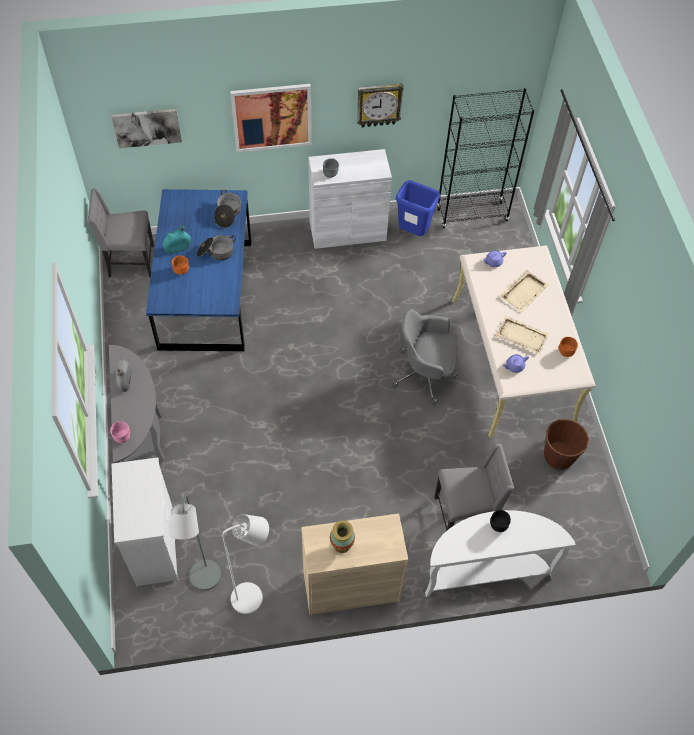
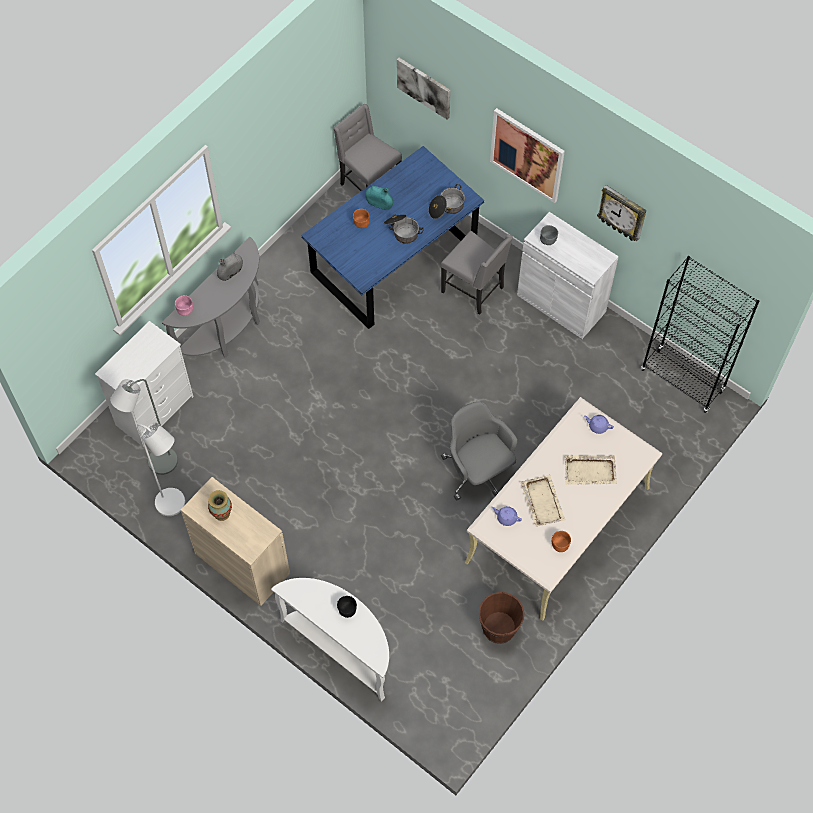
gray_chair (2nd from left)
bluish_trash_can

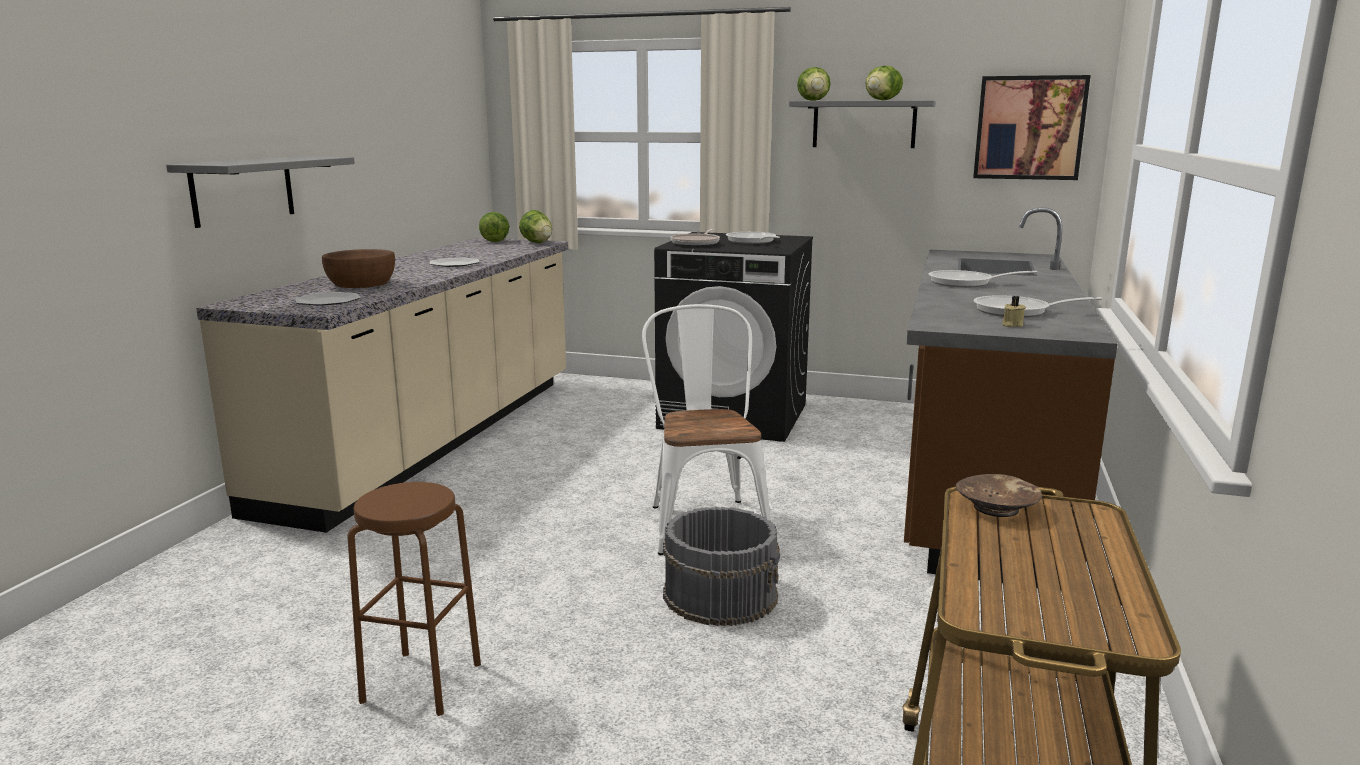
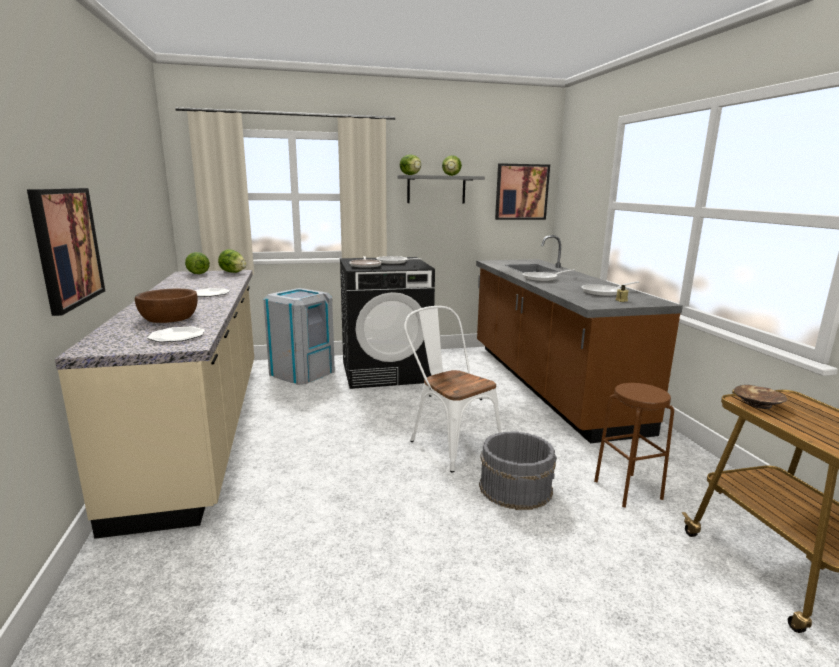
wall_picture (1st from left)
gray_trash_can
brown_stool_seat

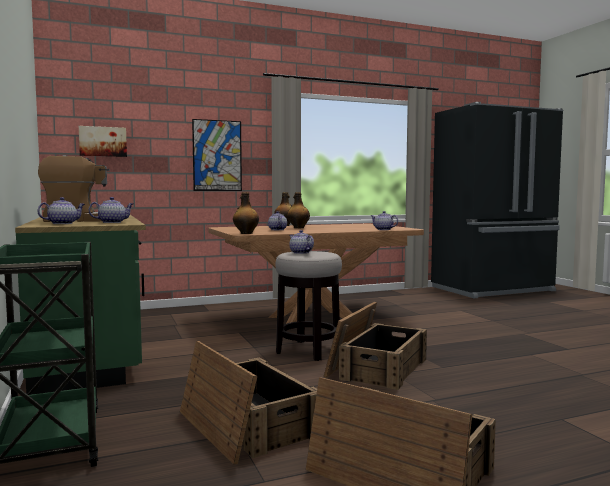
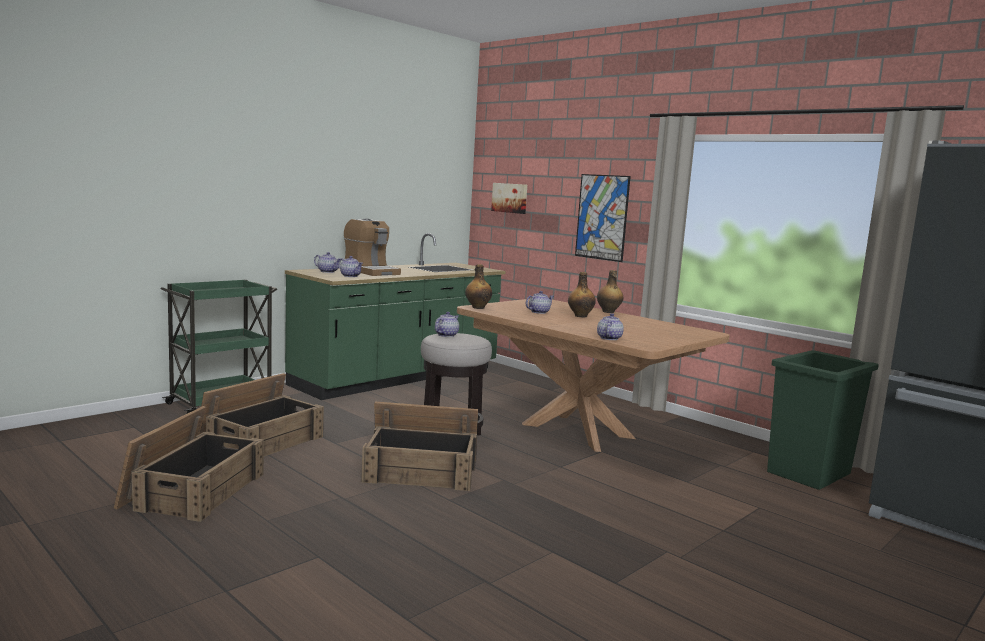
green-coloured_trash_can

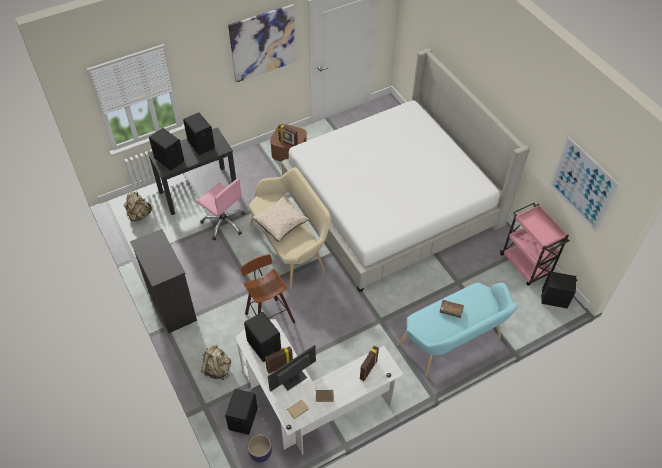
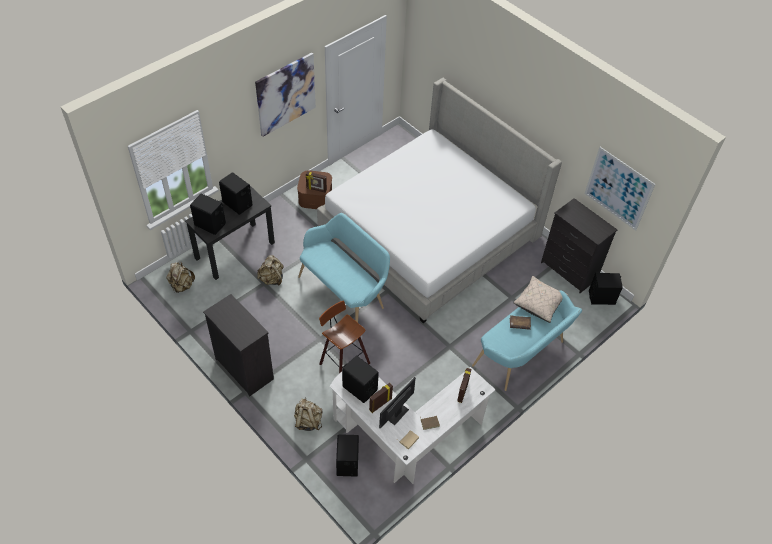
sand-coloured_knapsack (2nd from left)
blue-green_indoor_bench (1st from left)
sand-coloured_cushion
black_drawer_chest (2nd from left)
plant_pot

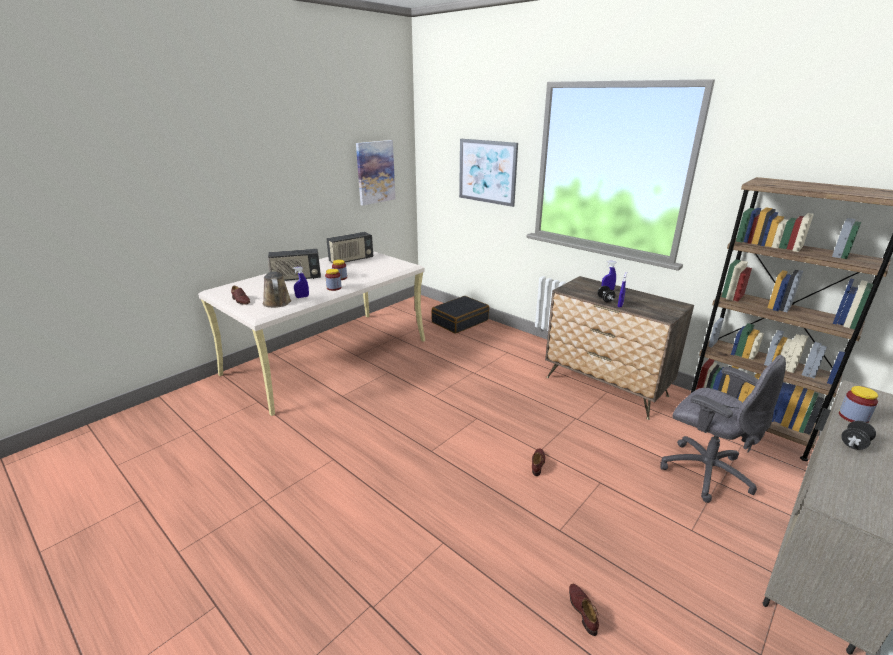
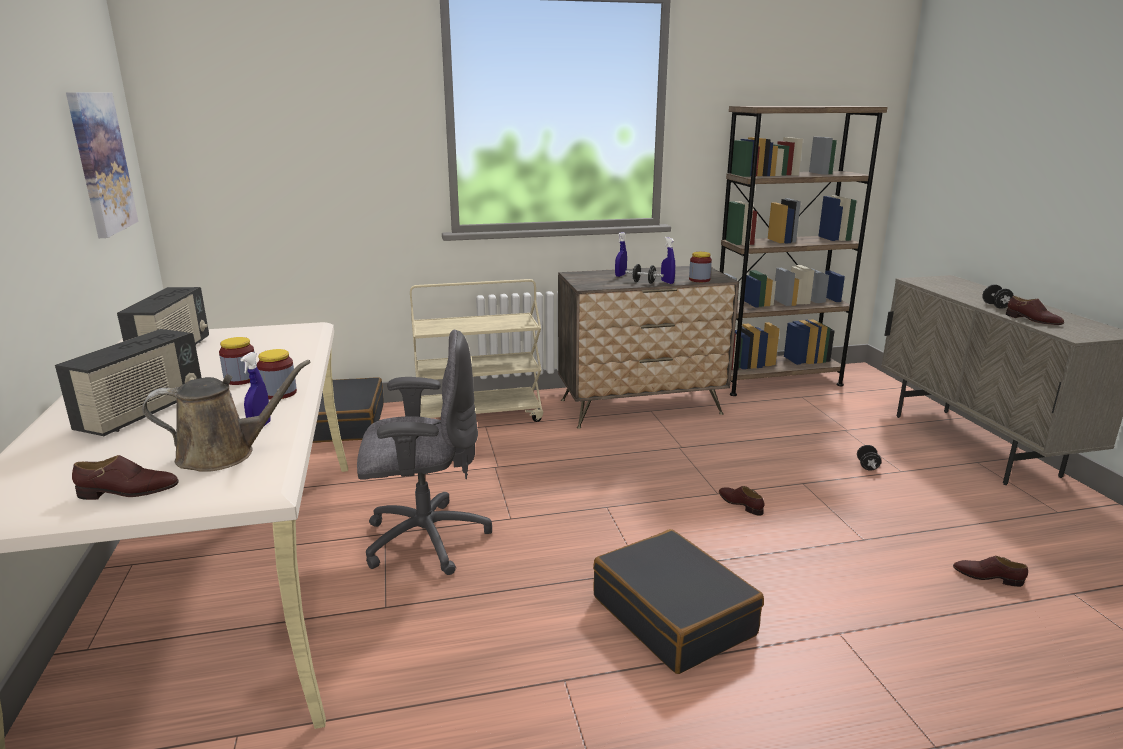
brown_sprinkling_can
gray_office_chair
sand-coloured_trolley
black_travel_case (2nd from left)
storage_jar (3rd from left)
black_free_weight (2nd from left)
brown_item_of_footwear (4th from left)
wall_picture (2nd from left in the first image)

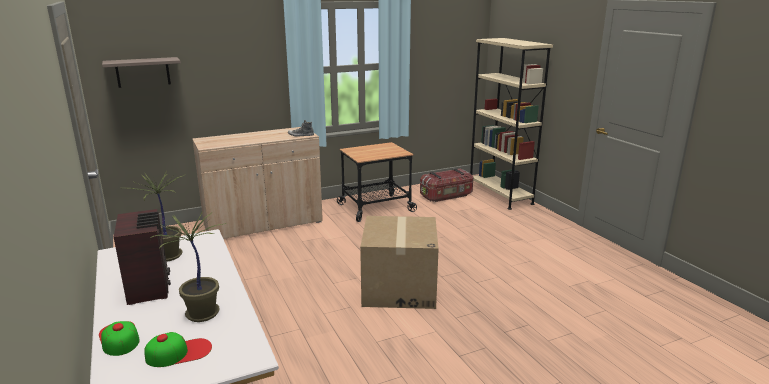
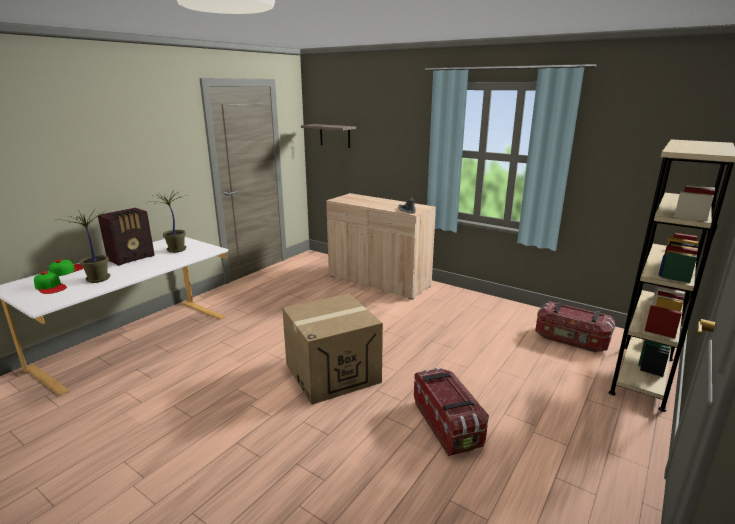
storage_container (1st from left)
trolley

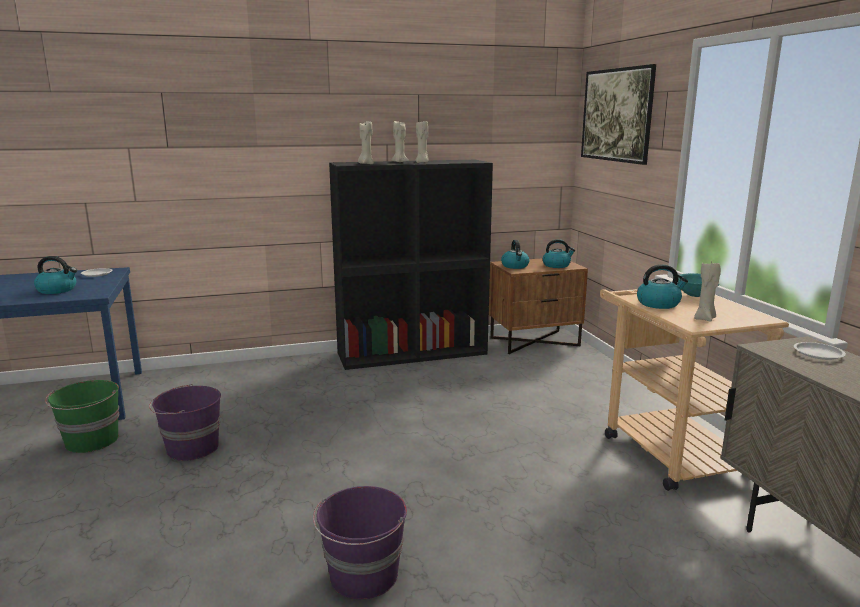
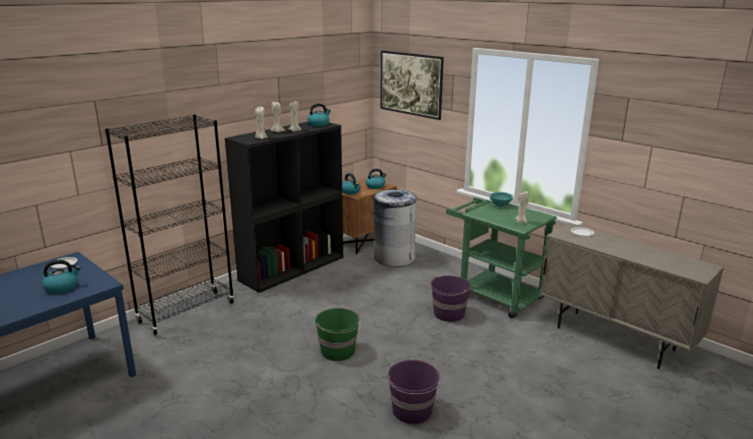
black_shelving_unit (1st from left)
water_kettle (2nd from left)
green-coloured_pail
gray_trash_can
purple_pail (2nd from left)
green-coloured_trolley

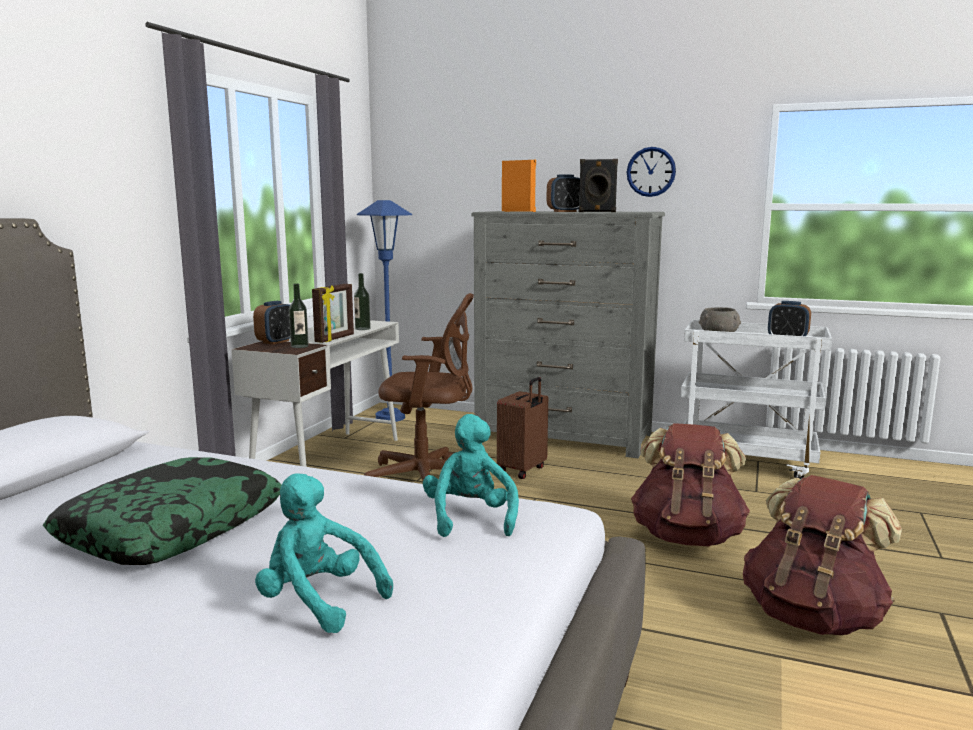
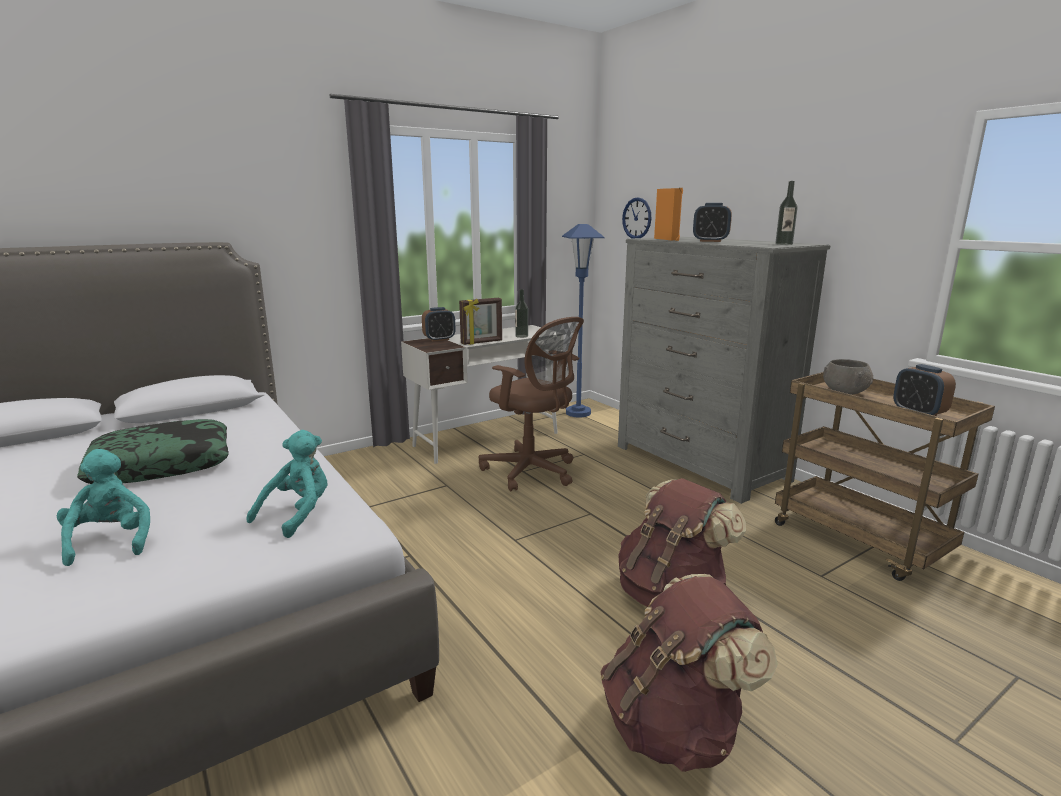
hanging_clock
bottle (2nd from left)
brown_trolley
brown_travel_case
black_loudspeaker

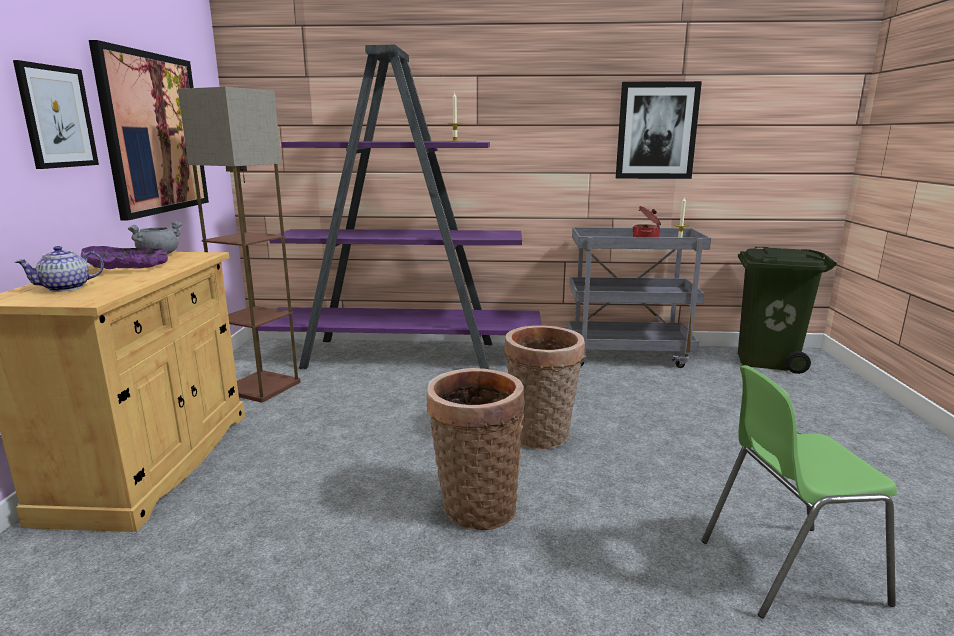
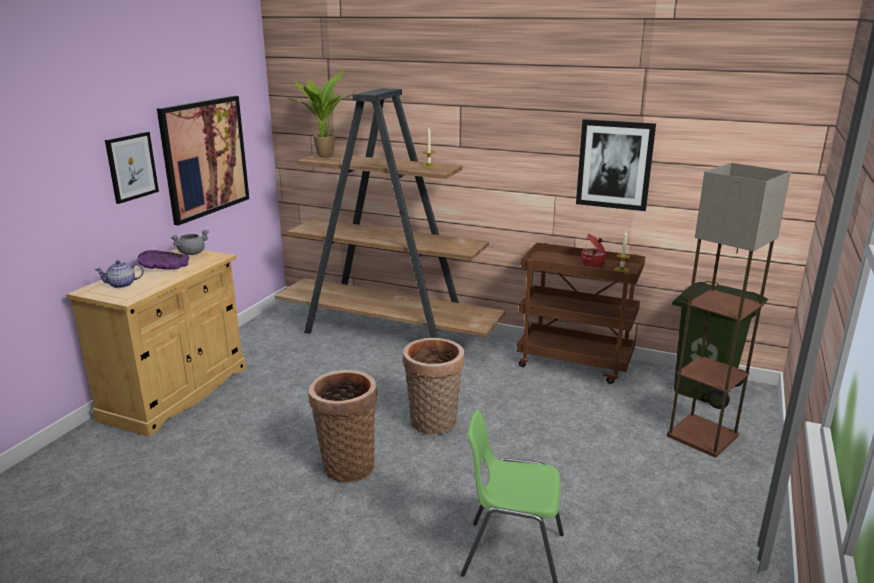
brown_shelving_unit
plant_in_a_pot
brown_trolley
floor_lamp

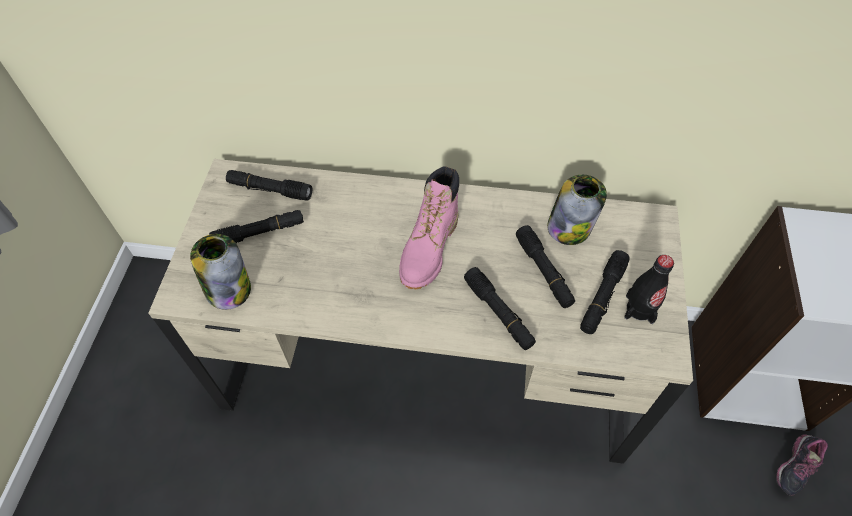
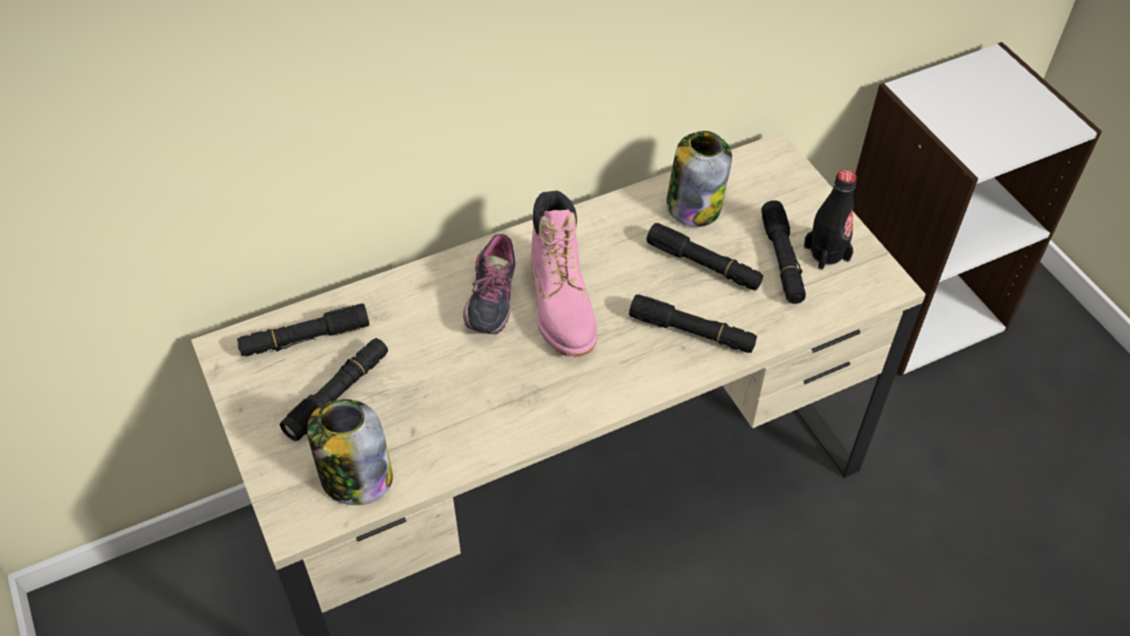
item_of_footwear

